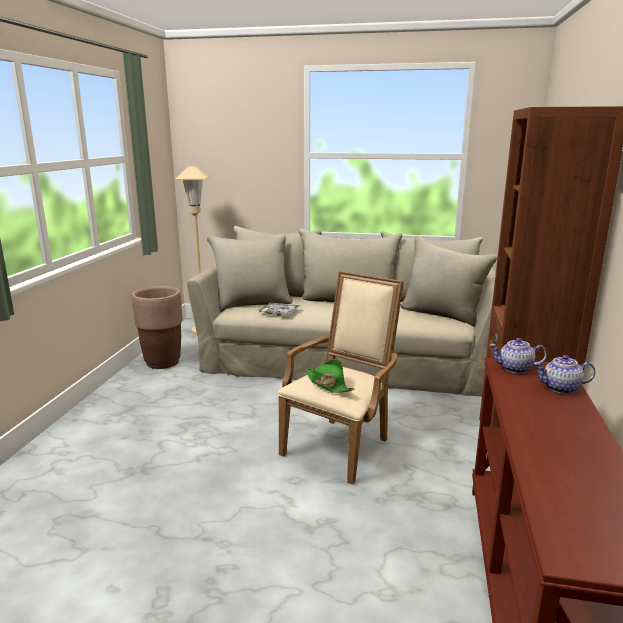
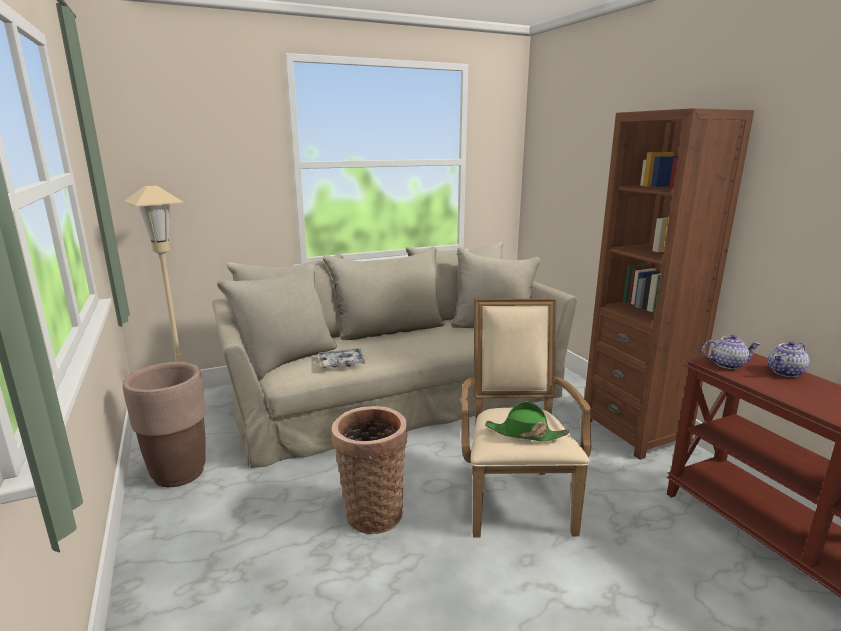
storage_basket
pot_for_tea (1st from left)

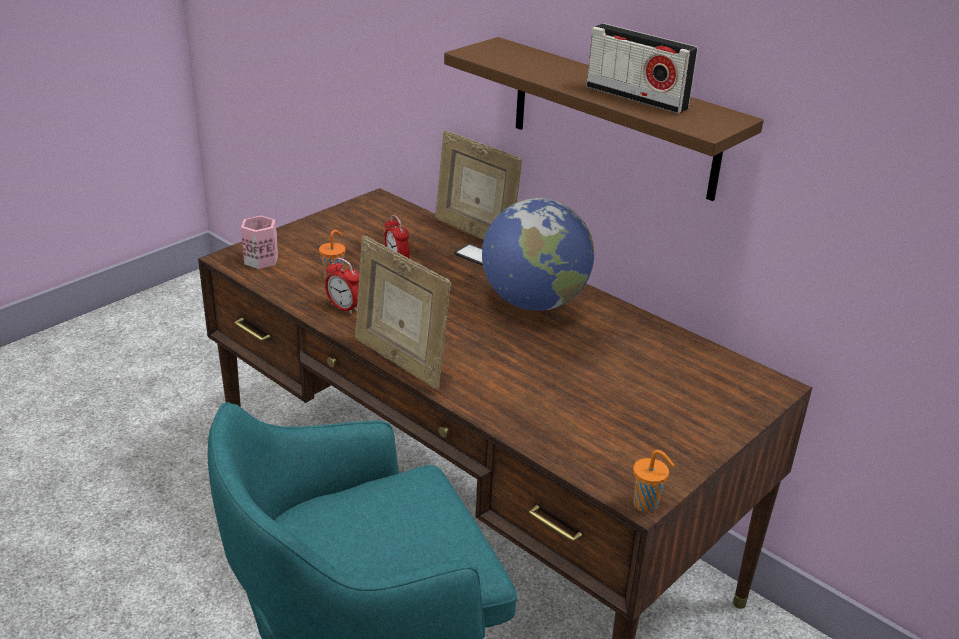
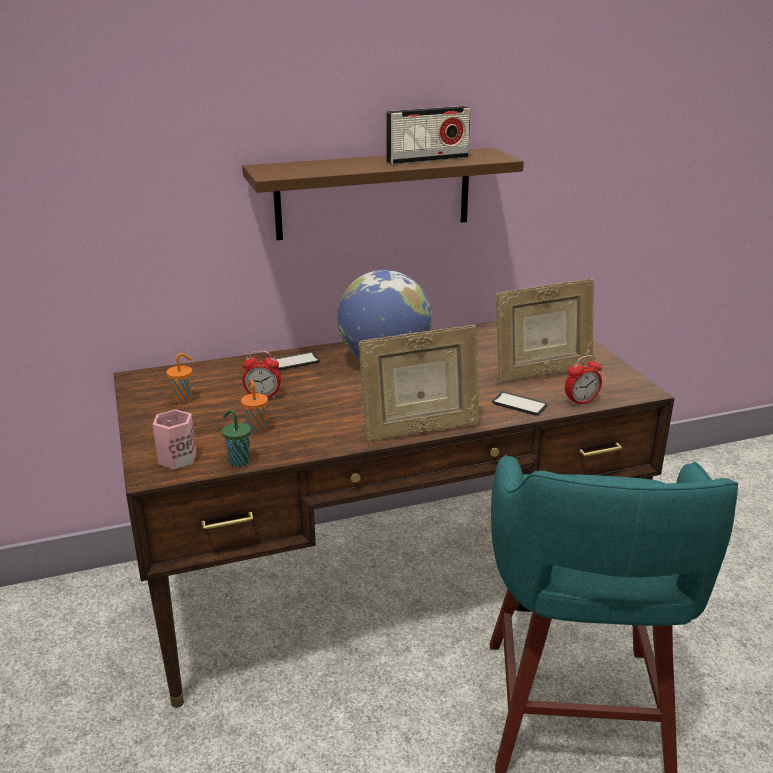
orange_drinking_cup (1st from left)
green-coloured_drinking_cup
phone (2nd from left)
picture_frame (2nd from left)
table_clock (2nd from left)

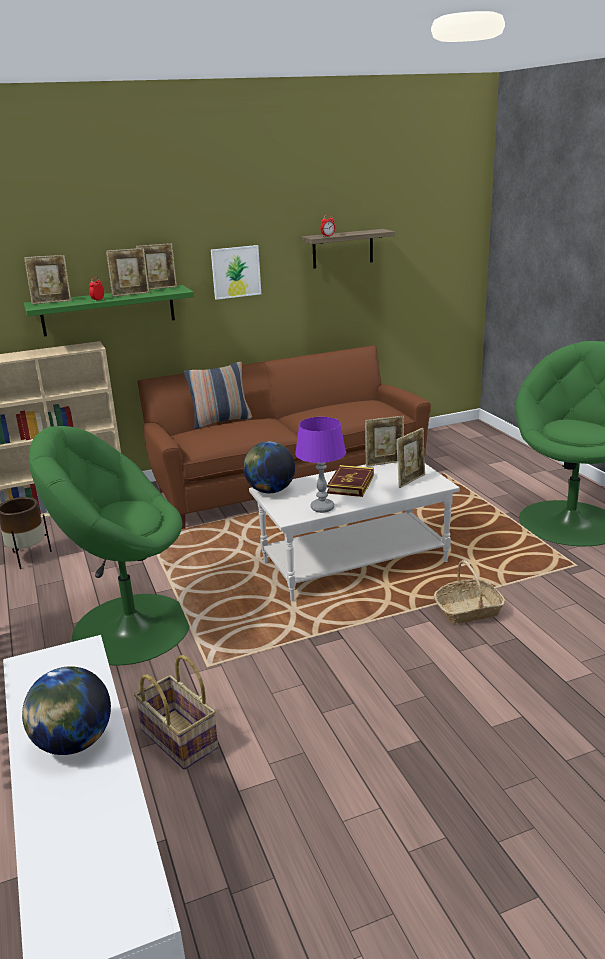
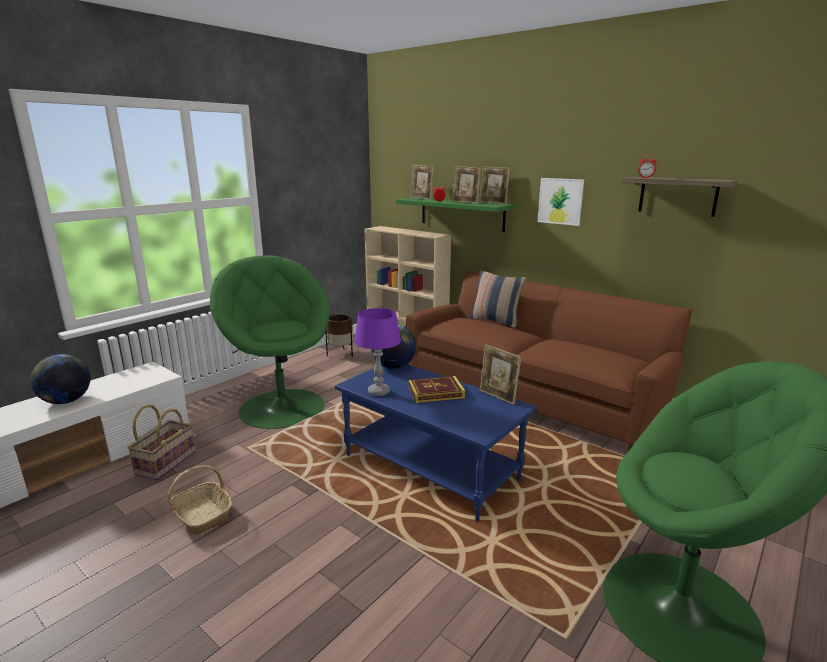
storage_basket (2nd from left)
bluish_low_table
picture_frame (5th from left in the first image)

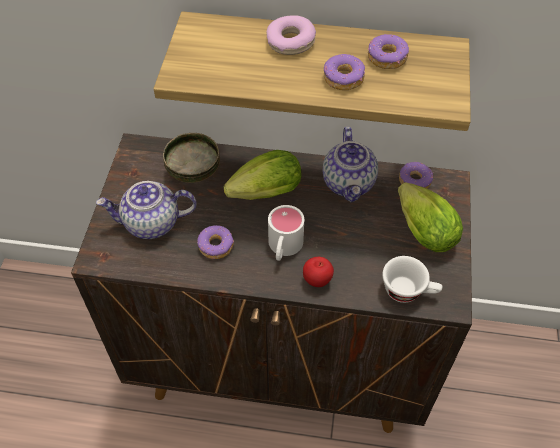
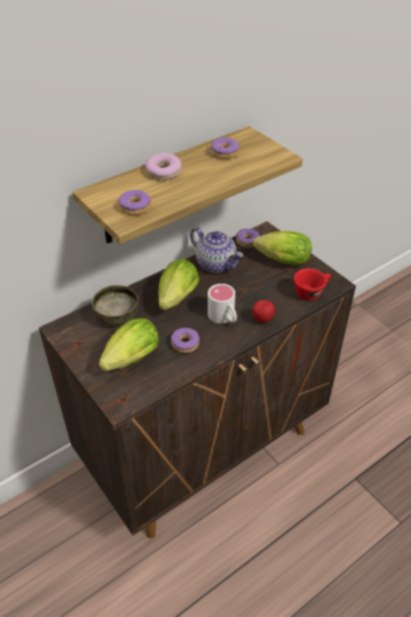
lettuce_head (1st from left)
doughnut (1st from left)
red_drinking_cup

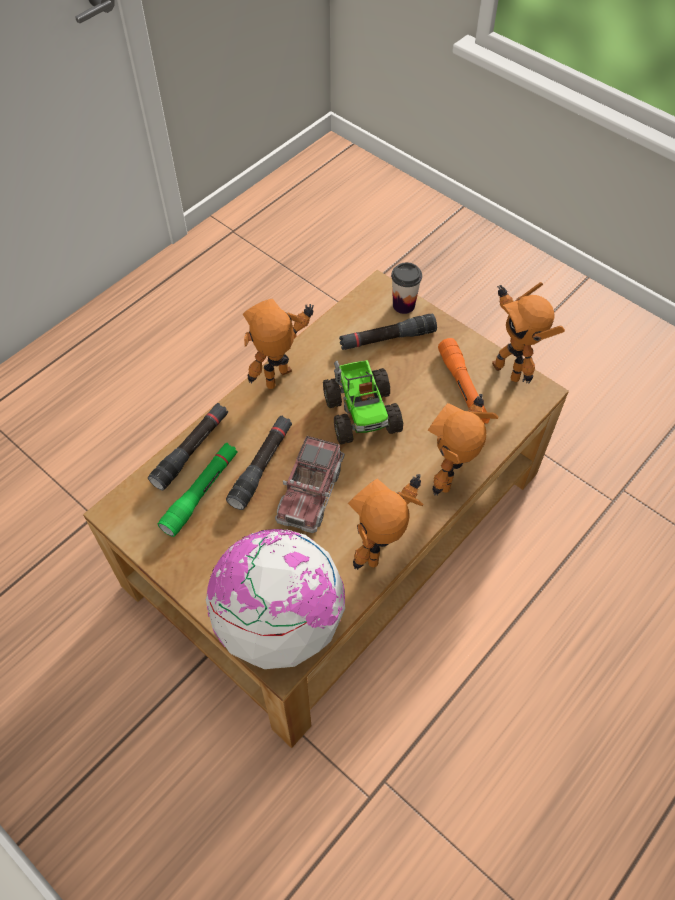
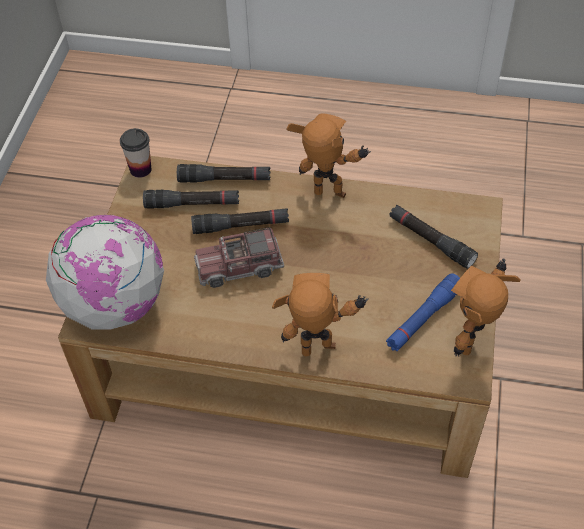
drinking_cup
black_torch (1st from left)
bluish_torch
model_truck (2nd from left in the first image)
robot_figure (2nd from left in the first image)

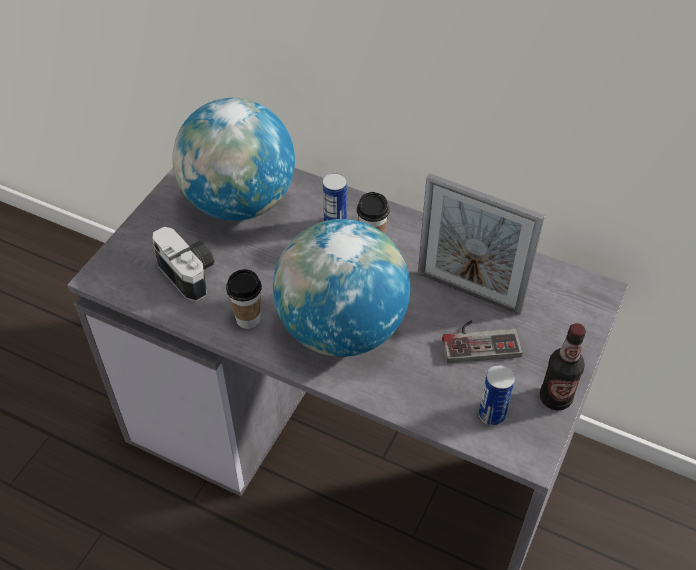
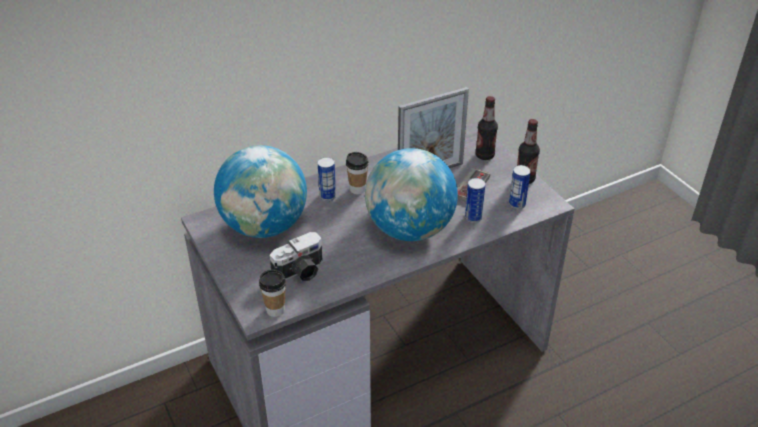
drinking_cup (1st from left)
photo_camera
can (2nd from left)
bottle (1st from left)

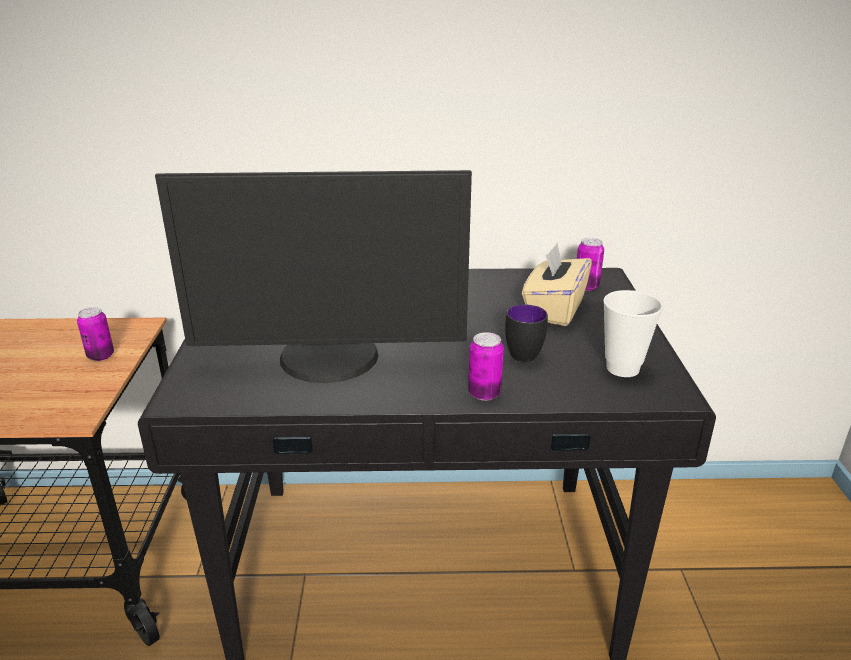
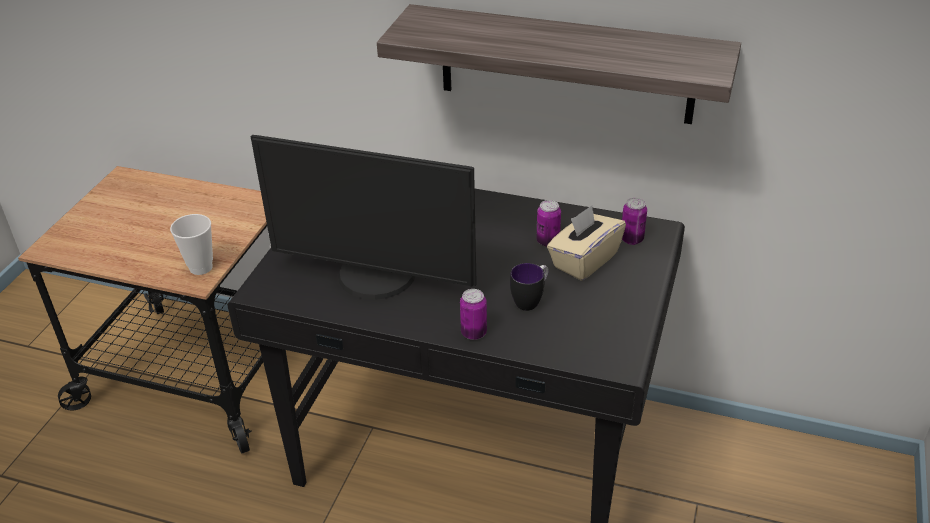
drinking_cup
shelf
can (2nd from left)

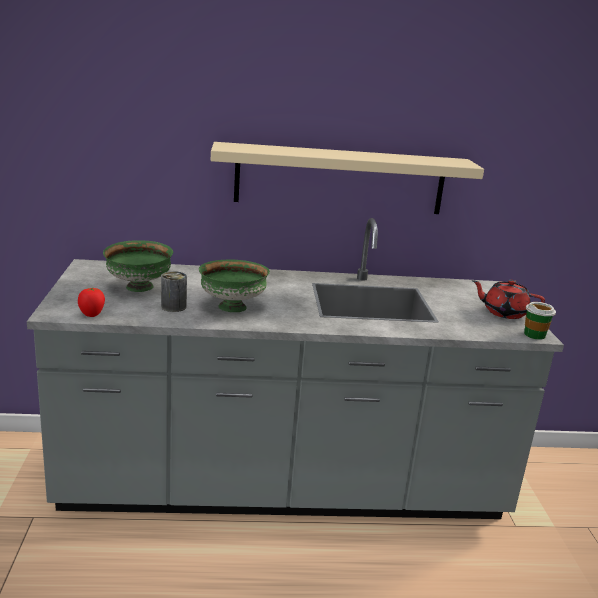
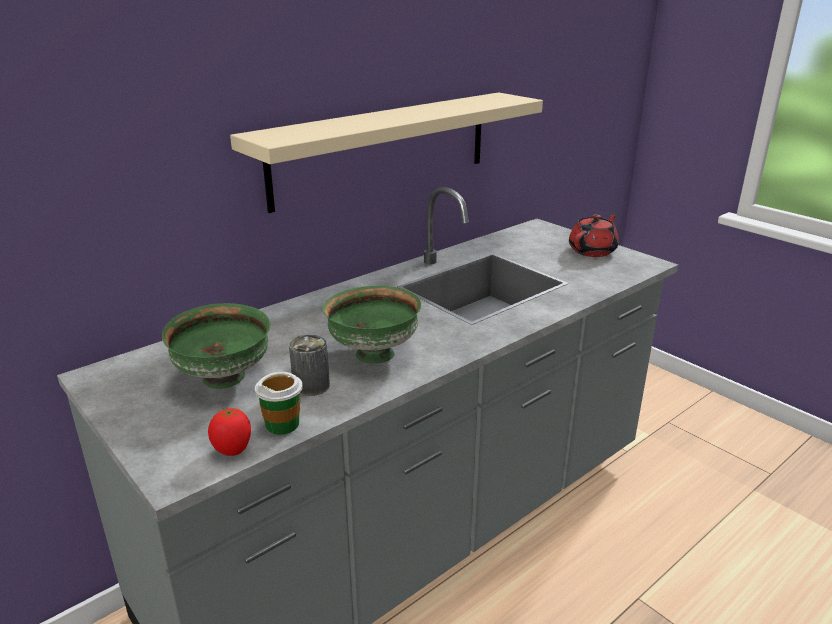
drinking_cup
red_pot_for_tea

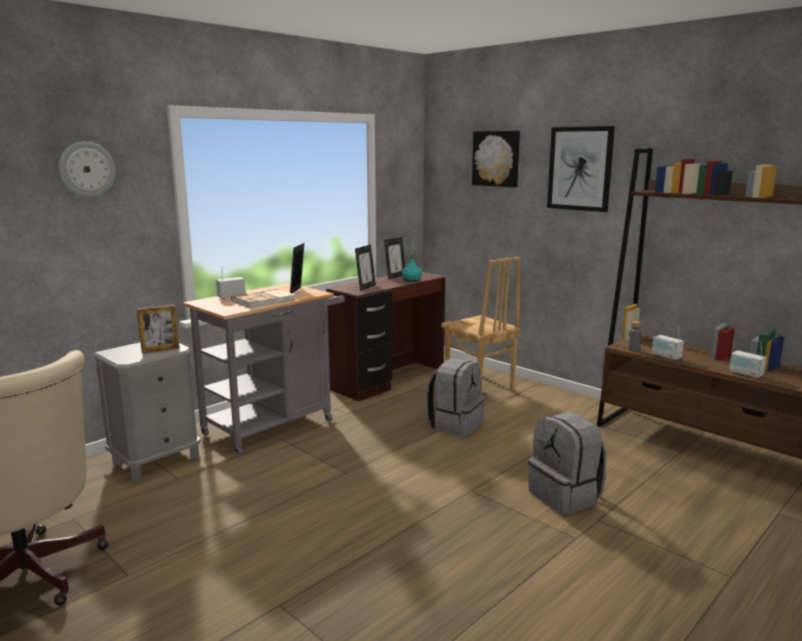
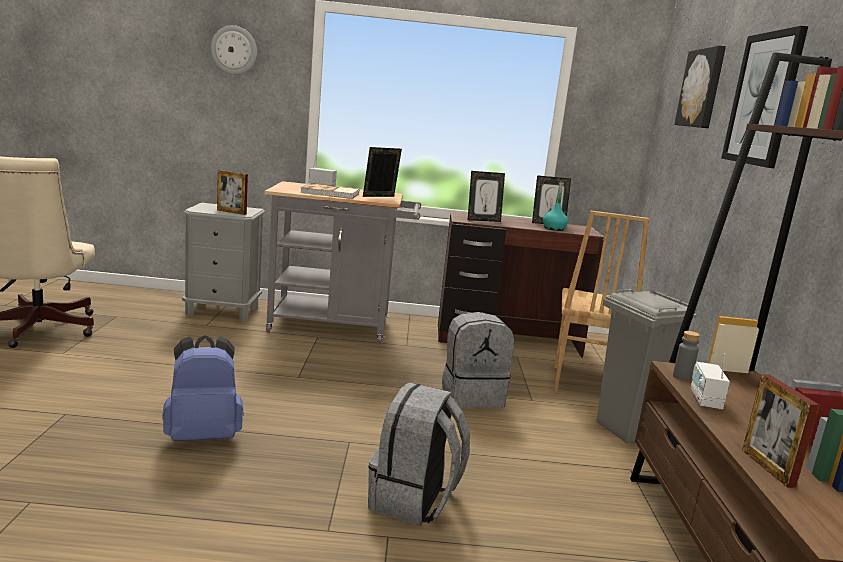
bluish_knapsack
gray_trash_can
picture_frame (5th from left)

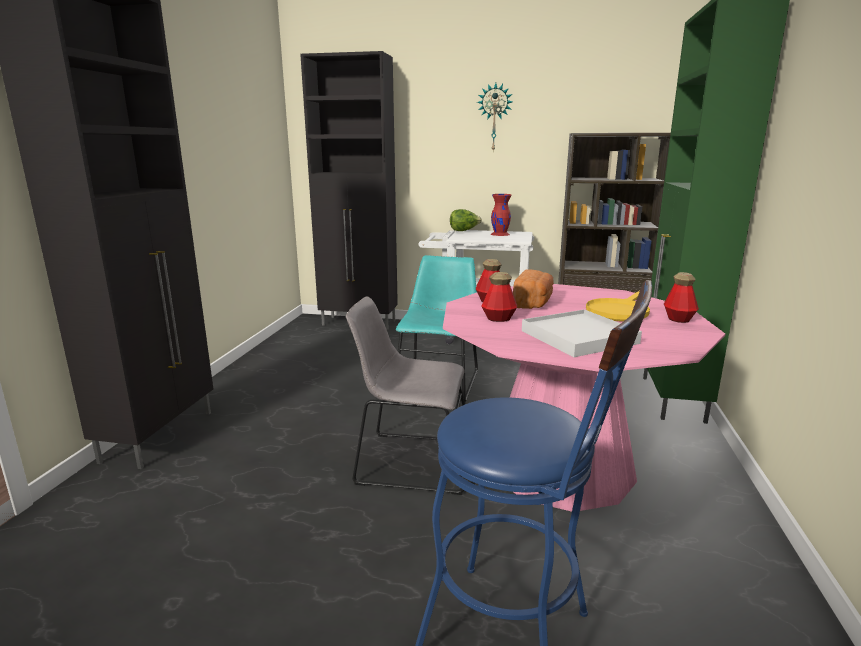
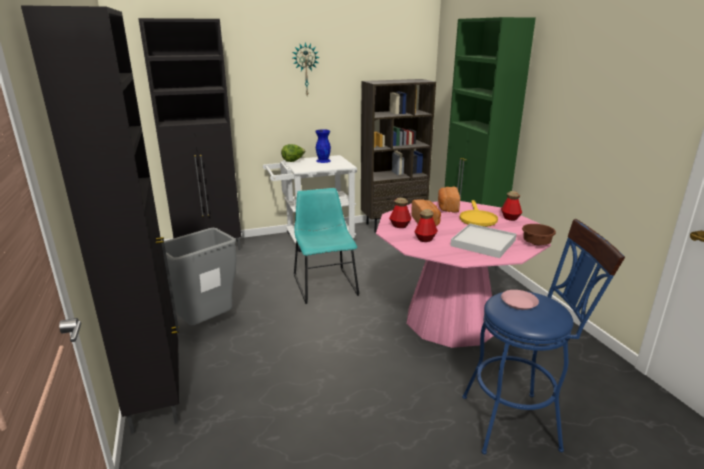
gray_trash_can
bluish_decorative_vase
baked_bread (2nd from left)
pinkish_flat_dish
brown_serving_bowl
gray_chair

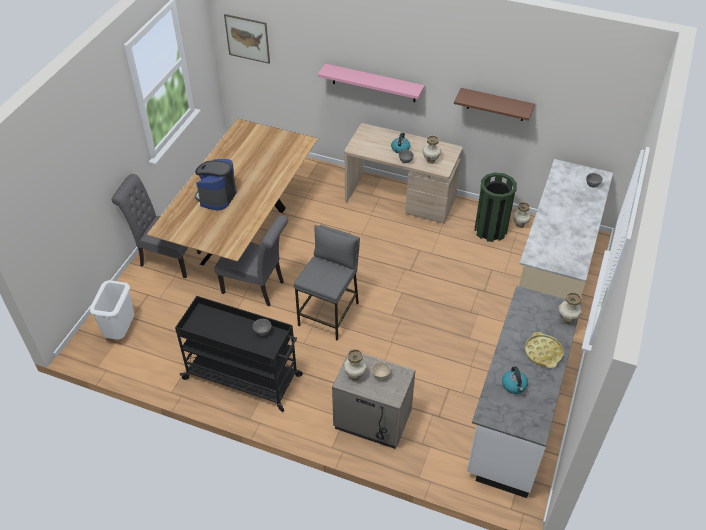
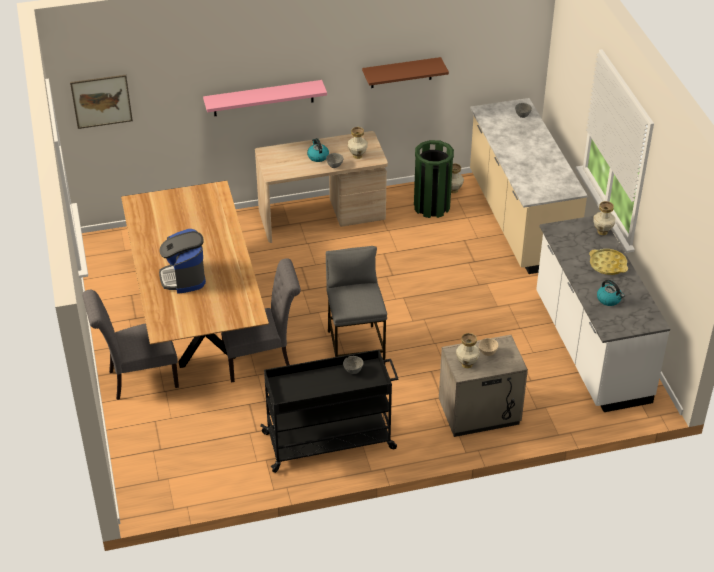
white_trash_can

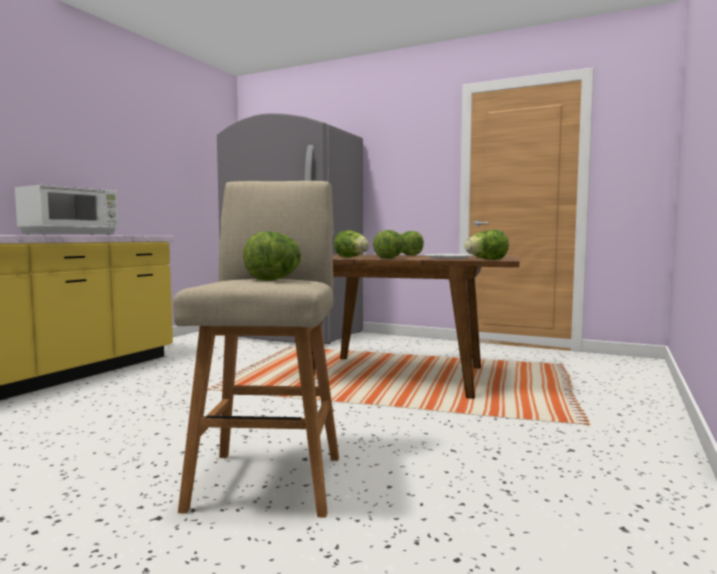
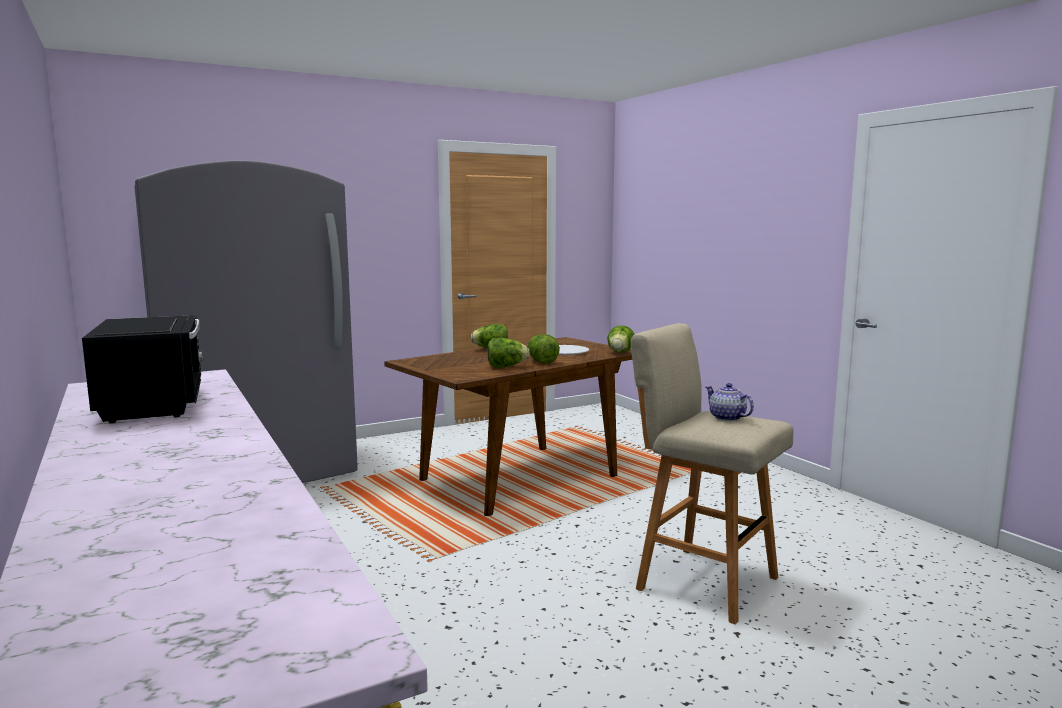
black_kitchen_microwave
pot_for_tea

